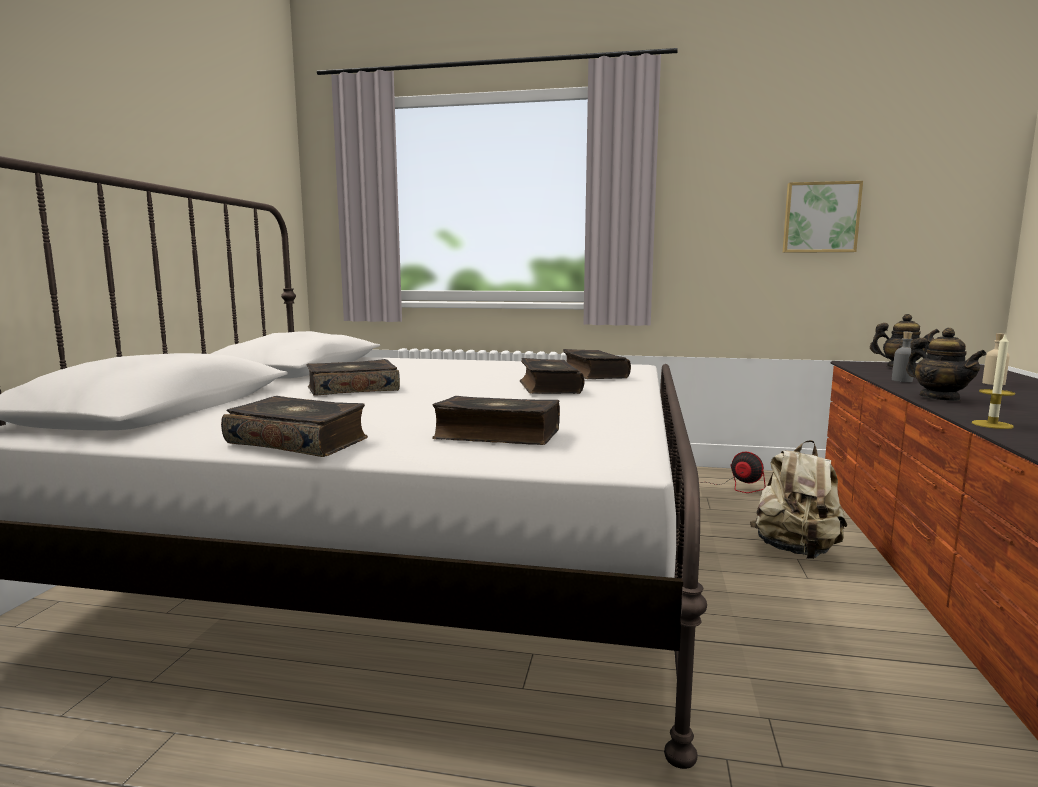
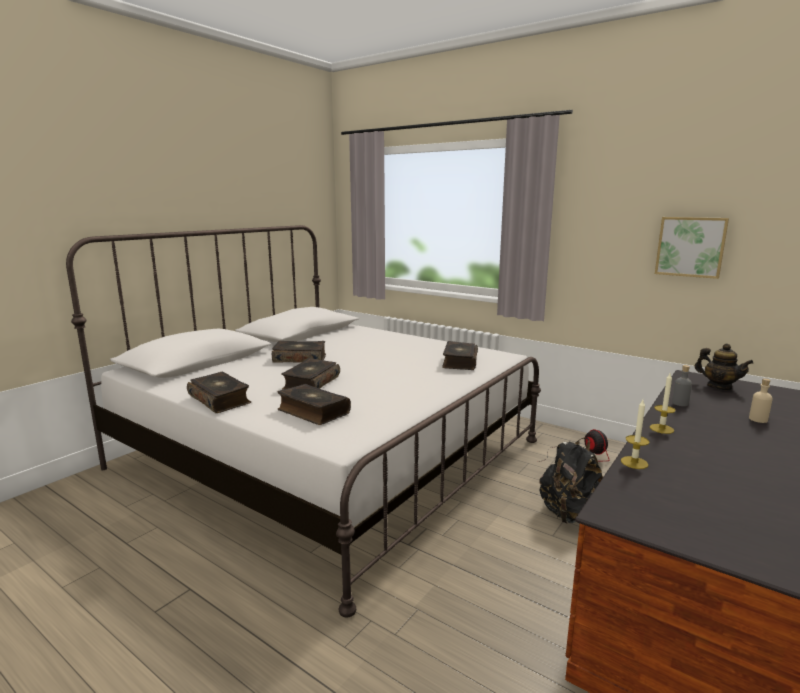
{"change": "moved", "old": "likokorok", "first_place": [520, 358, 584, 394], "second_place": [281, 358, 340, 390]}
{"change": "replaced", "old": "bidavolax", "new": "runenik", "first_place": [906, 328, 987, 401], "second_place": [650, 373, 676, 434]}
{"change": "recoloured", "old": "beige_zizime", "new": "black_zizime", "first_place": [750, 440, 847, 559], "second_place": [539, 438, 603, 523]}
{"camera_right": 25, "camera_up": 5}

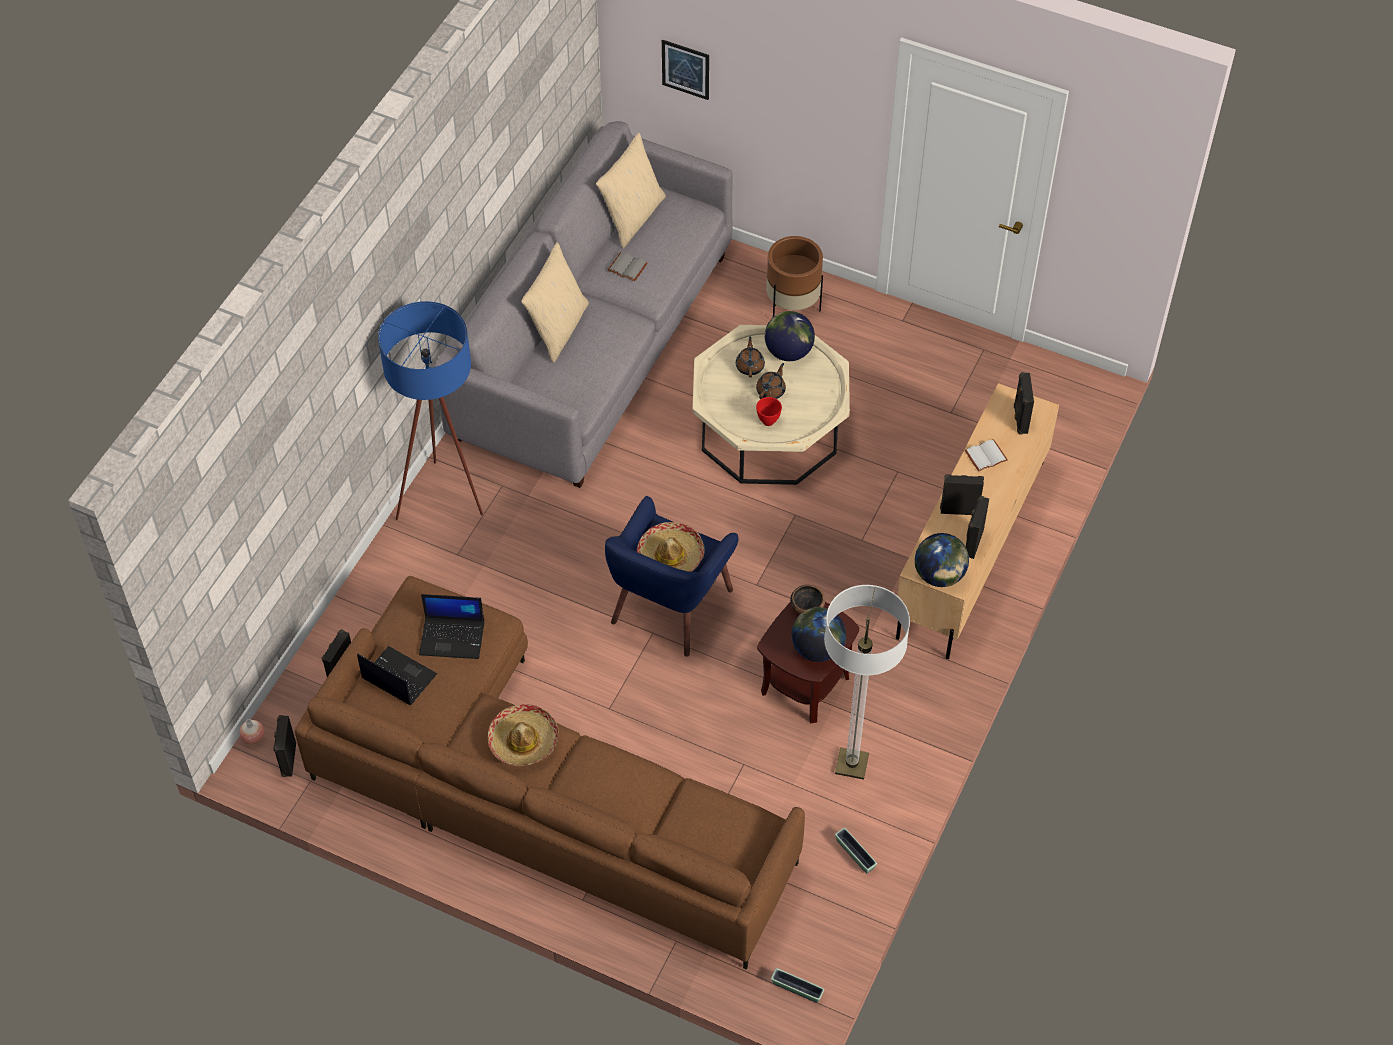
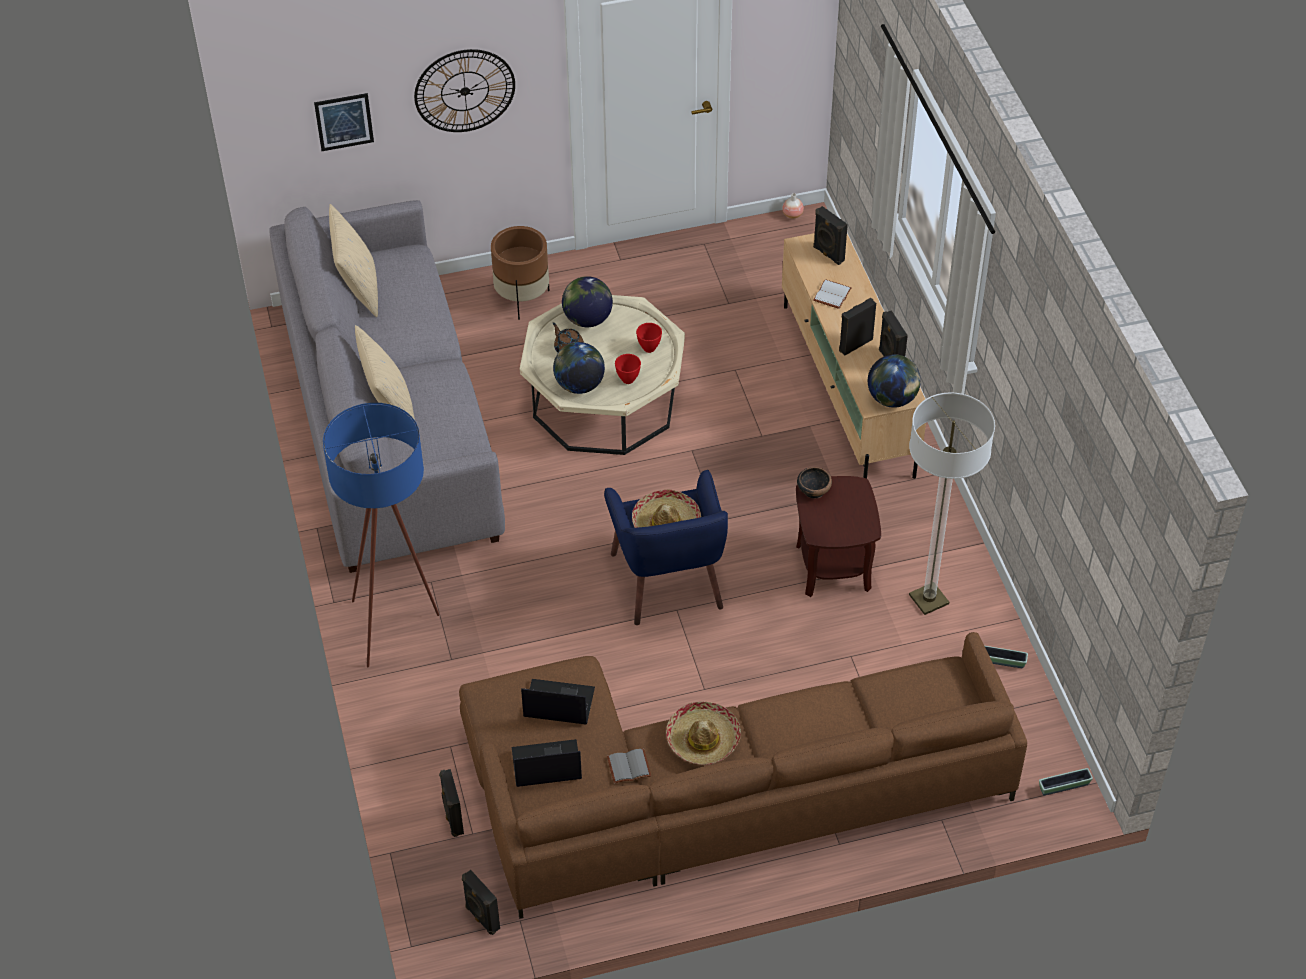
{"change": "removed", "old": "brown_bidavolax", "first_place": [756, 363, 786, 399]}
{"change": "added", "new": "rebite", "second_place": [414, 49, 515, 132]}
{"change": "added", "new": "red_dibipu", "second_place": [636, 323, 662, 353]}
{"change": "moved", "old": "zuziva", "first_place": [240, 719, 265, 744], "second_place": [782, 193, 804, 219]}
{"change": "moved", "old": "grey_likokorok", "first_place": [608, 252, 648, 281], "second_place": [607, 749, 651, 784]}
{"change": "moved", "old": "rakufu", "first_place": [792, 607, 846, 662], "second_place": [553, 342, 605, 394]}
{"change": "turned", "old": "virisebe", "first_place": [419, 594, 485, 659], "second_place": [521, 679, 595, 724], "degrees": -135}
{"camera_right": -40, "camera_up": -5}

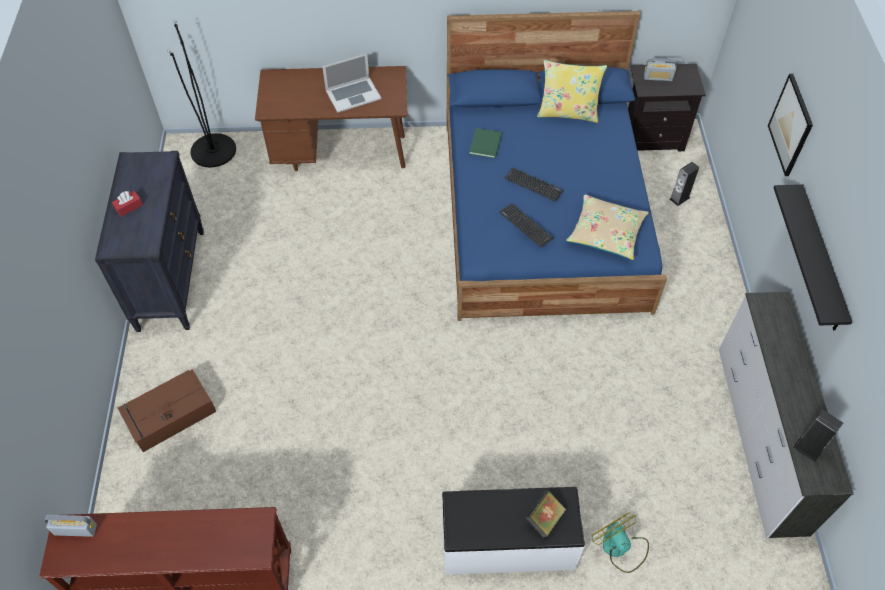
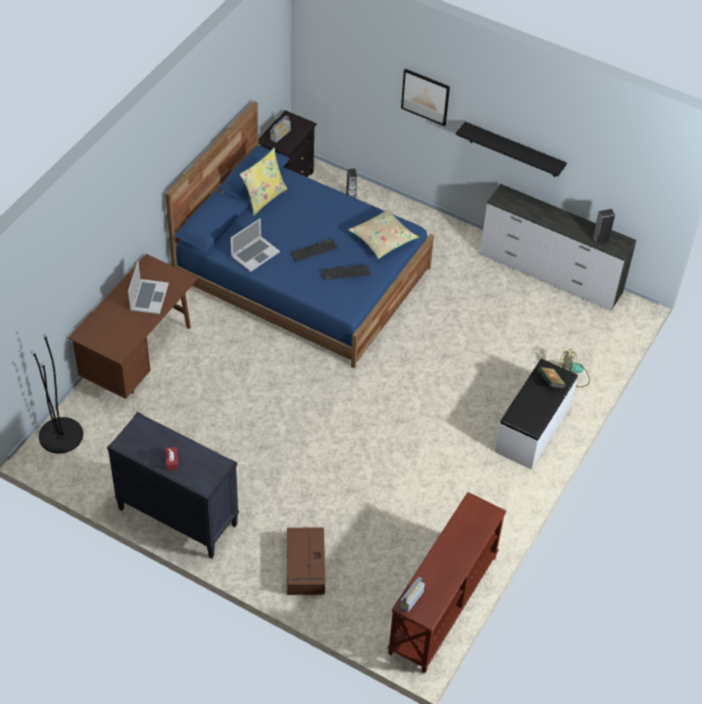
{"change": "replaced", "old": "green_likokorok", "new": "virisebe", "first_place": [469, 128, 502, 158], "second_place": [230, 218, 280, 272]}
{"camera_right": -60, "camera_up": -5}

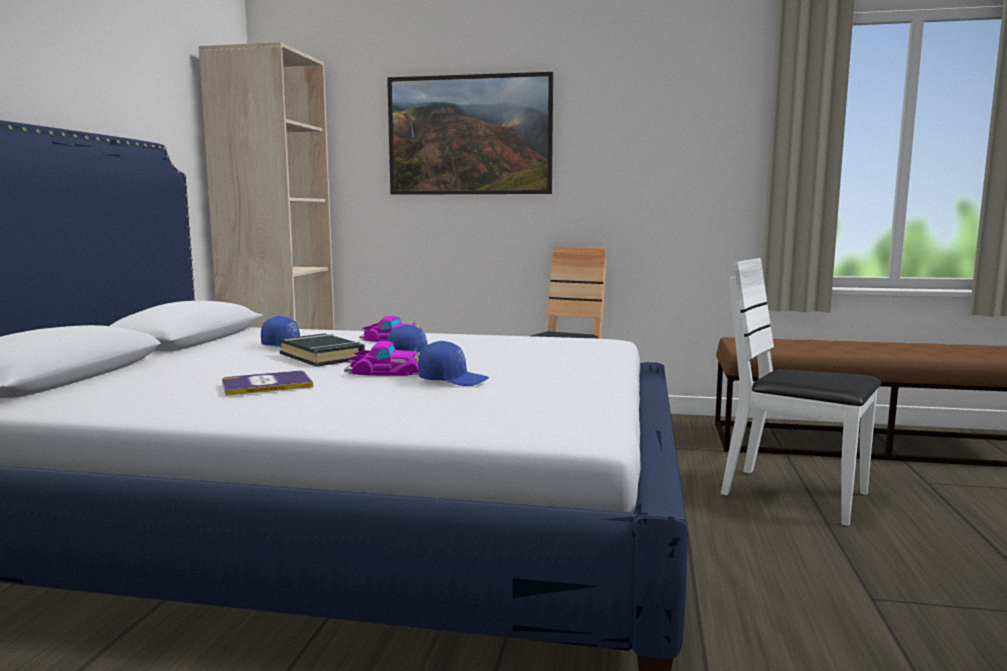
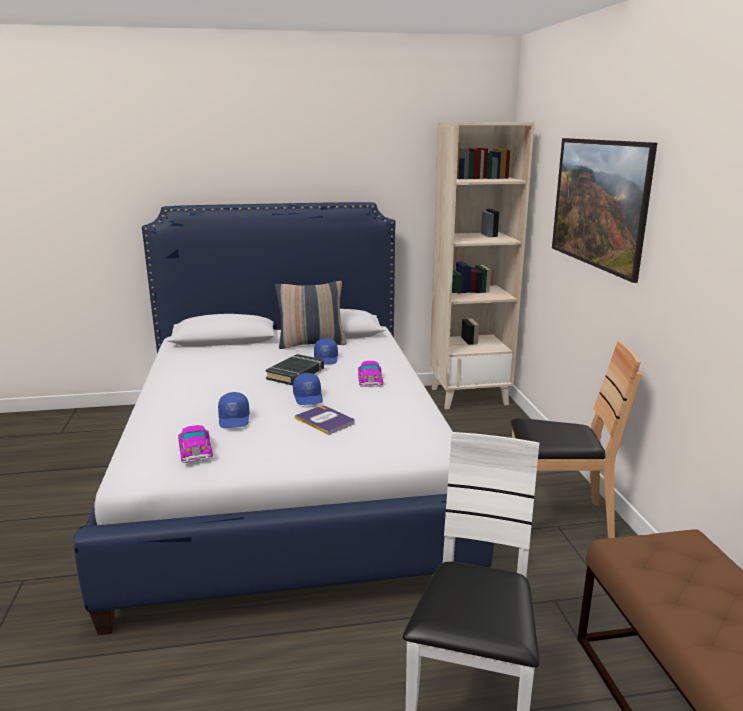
{"change": "added", "new": "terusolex", "second_place": [275, 281, 346, 349]}
{"change": "moved", "old": "likokorok", "first_place": [222, 371, 313, 396], "second_place": [295, 406, 355, 435]}
{"change": "moved", "old": "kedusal", "first_place": [344, 341, 420, 376], "second_place": [178, 425, 213, 463]}
{"camera_right": 70, "camera_up": 10}

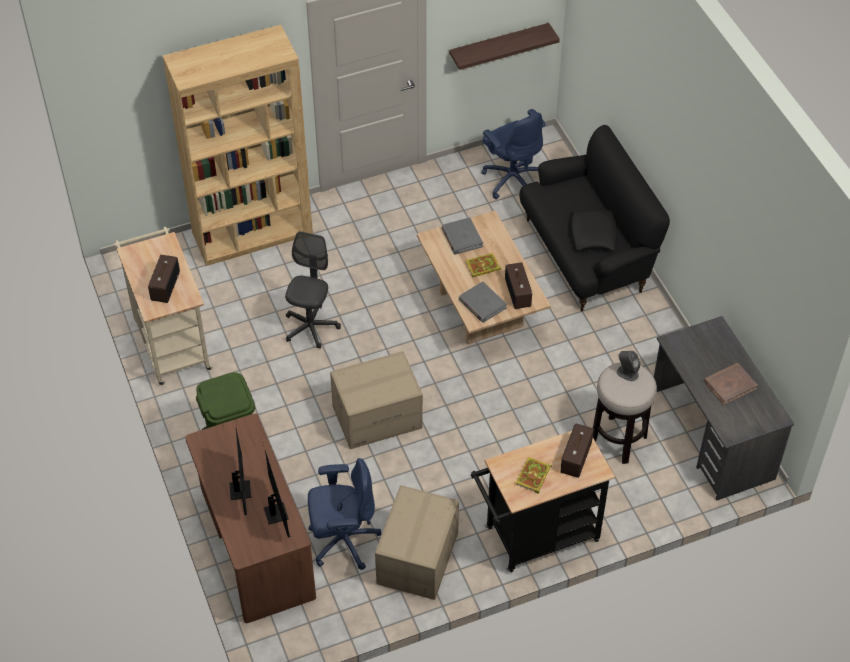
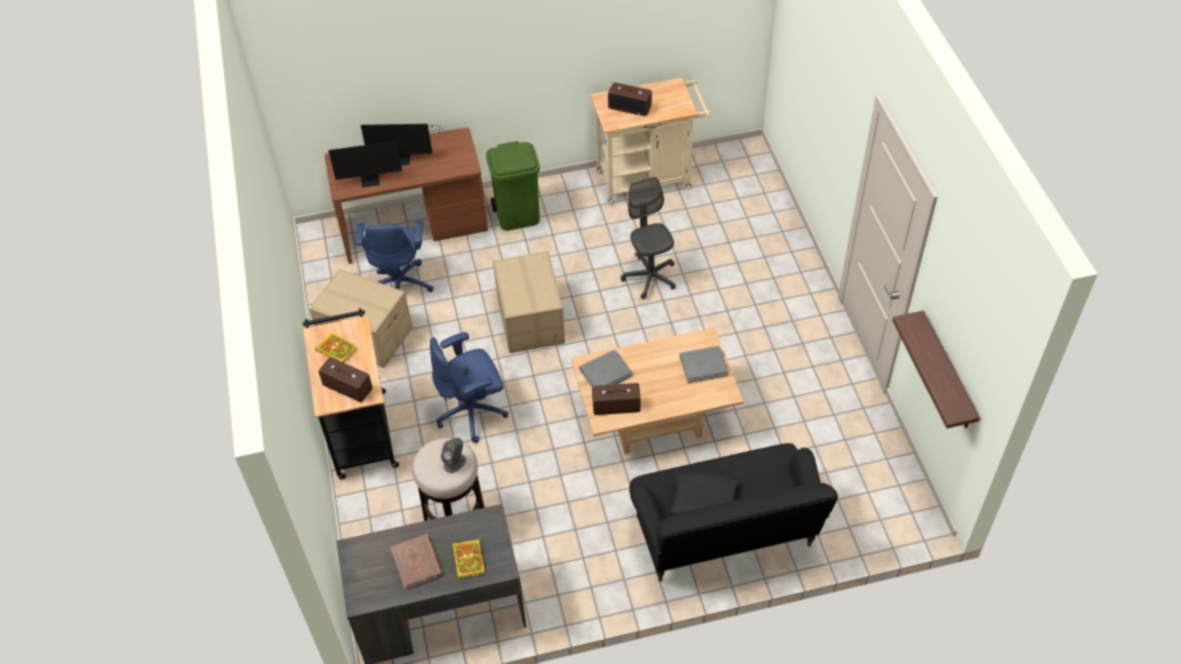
{"change": "removed", "old": "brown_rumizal", "first_place": [163, 25, 313, 266]}
{"change": "moved", "old": "likokorok", "first_place": [465, 253, 501, 278], "second_place": [452, 539, 485, 579]}
{"change": "moved", "old": "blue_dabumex", "first_place": [481, 109, 546, 199], "second_place": [430, 332, 508, 443]}
{"change": "turned", "old": "grey_dabumex", "first_place": [285, 231, 341, 349], "second_place": [621, 177, 676, 299], "degrees": -135}
{"camera_right": 100, "camera_up": 0}

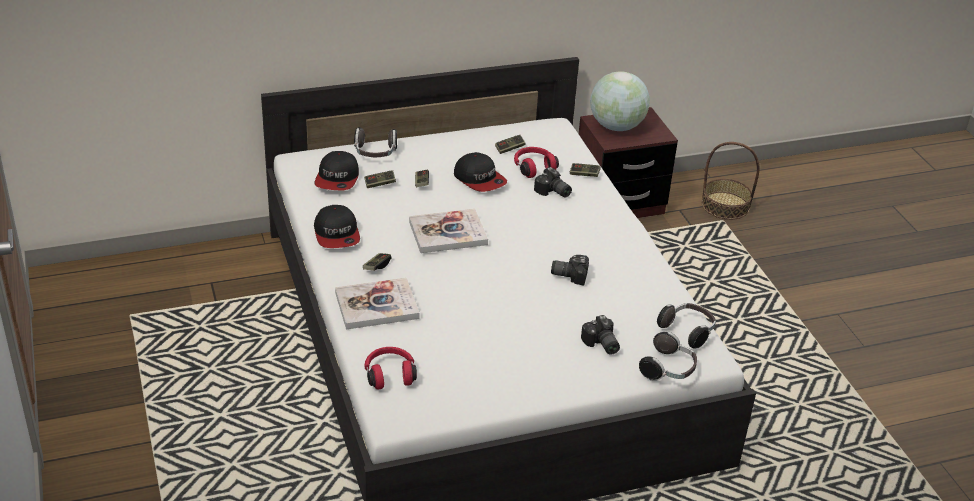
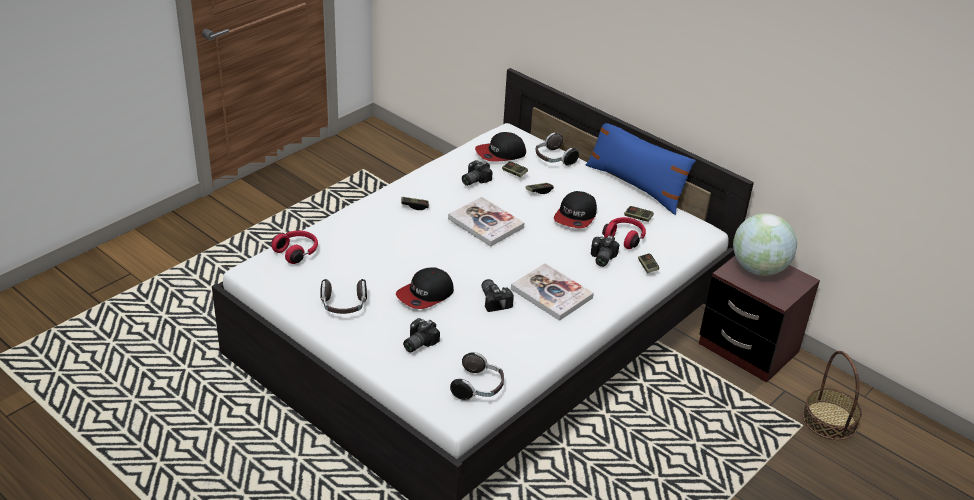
{"change": "added", "new": "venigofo", "second_place": [462, 160, 493, 186]}
{"change": "added", "new": "blue_terusolex", "second_place": [586, 123, 696, 215]}
{"change": "moved", "old": "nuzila", "first_place": [314, 205, 360, 248], "second_place": [396, 267, 454, 309]}
{"change": "moved", "old": "likokorok", "first_place": [335, 278, 420, 329], "second_place": [511, 263, 594, 321]}
{"change": "moved", "old": "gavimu", "first_place": [639, 332, 697, 381], "second_place": [320, 279, 367, 314]}
{"camera_right": 60, "camera_up": 0}

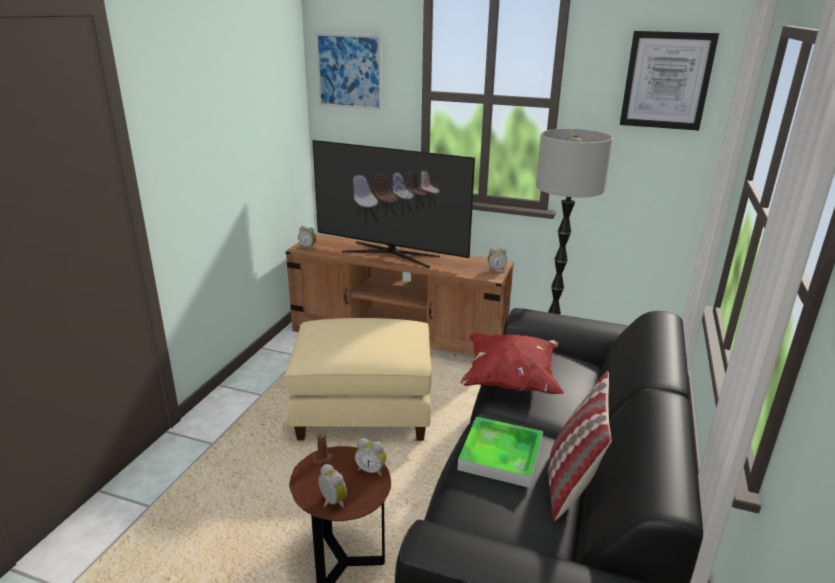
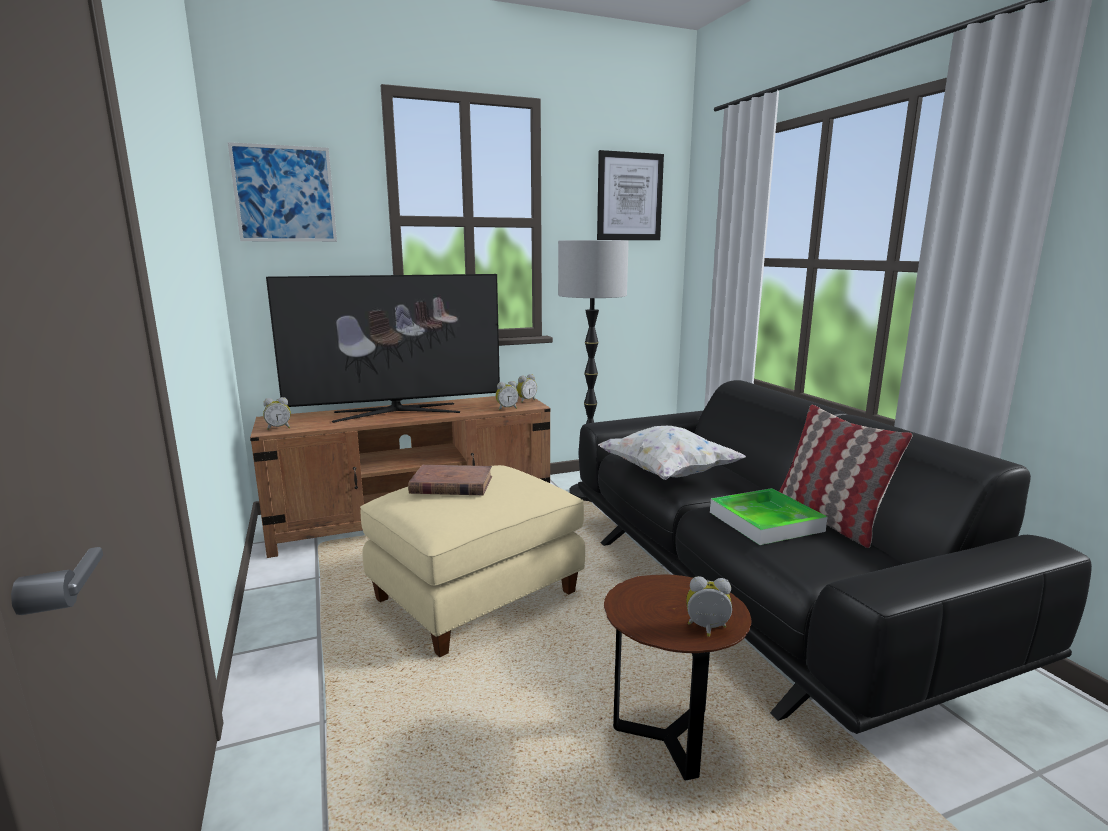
{"change": "removed", "old": "brown_runenik", "first_place": [312, 430, 335, 465]}
{"change": "added", "new": "brown_likokorok", "second_place": [408, 465, 492, 495]}
{"change": "moved", "old": "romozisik", "first_place": [355, 438, 386, 477], "second_place": [496, 381, 519, 410]}
{"change": "recoloured", "old": "red_terusolex", "new": "white_terusolex", "first_place": [460, 333, 564, 394], "second_place": [598, 426, 746, 480]}
{"camera_right": -40, "camera_up": -10}

